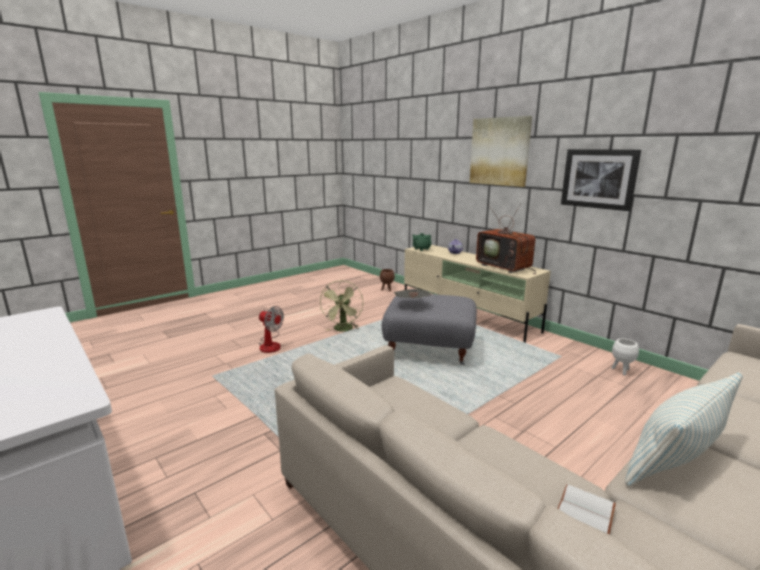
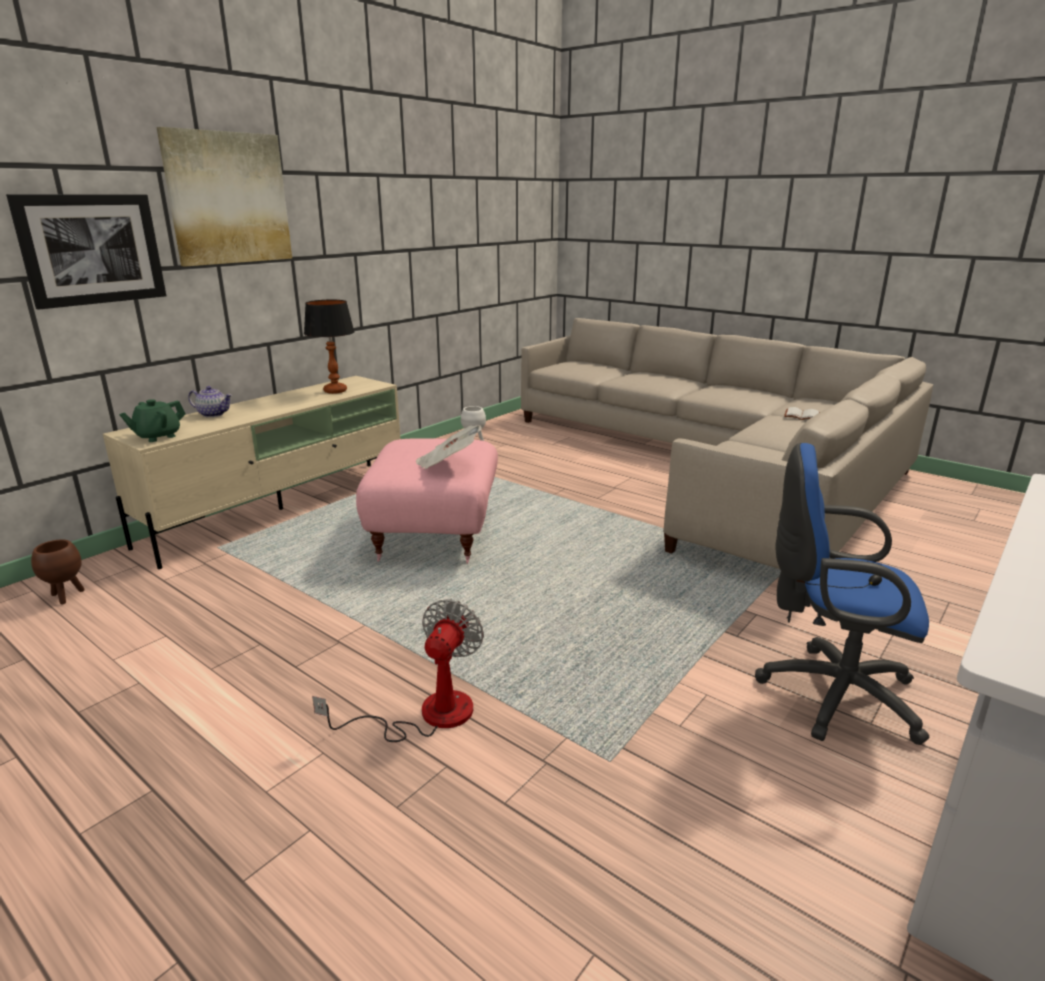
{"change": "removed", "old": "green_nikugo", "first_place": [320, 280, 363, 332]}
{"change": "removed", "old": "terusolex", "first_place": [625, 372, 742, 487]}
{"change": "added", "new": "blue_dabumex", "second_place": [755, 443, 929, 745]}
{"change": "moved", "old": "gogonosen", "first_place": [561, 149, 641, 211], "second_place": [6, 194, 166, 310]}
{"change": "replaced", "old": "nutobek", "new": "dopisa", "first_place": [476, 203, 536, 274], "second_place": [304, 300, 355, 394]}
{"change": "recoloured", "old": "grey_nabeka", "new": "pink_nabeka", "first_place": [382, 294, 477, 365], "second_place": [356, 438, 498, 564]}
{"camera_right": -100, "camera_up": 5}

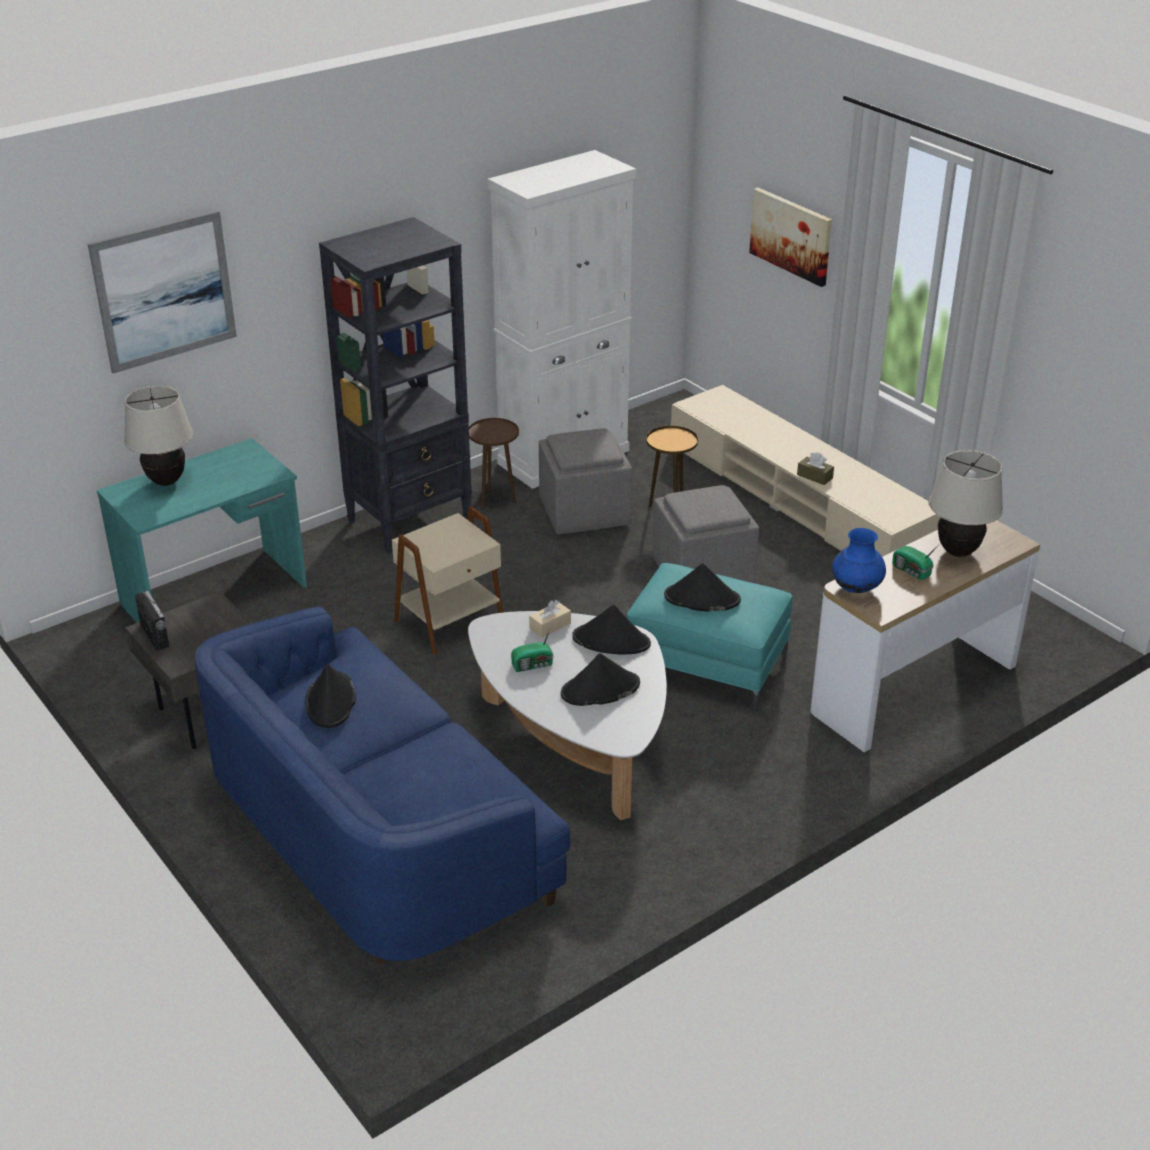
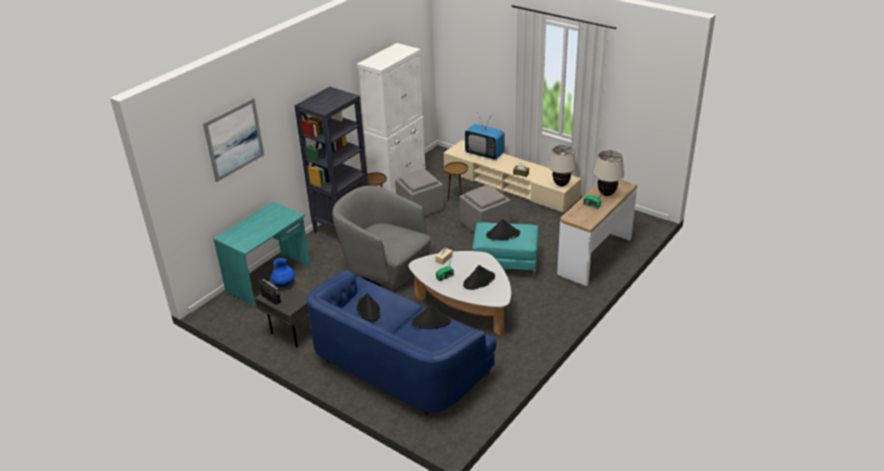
{"change": "removed", "old": "gogonosen", "first_place": [749, 188, 832, 287]}
{"change": "added", "new": "nutobek", "second_place": [465, 112, 505, 160]}
{"change": "moved", "old": "beige_dopisa", "first_place": [124, 386, 194, 486], "second_place": [548, 145, 577, 186]}
{"change": "moved", "old": "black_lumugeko", "first_place": [572, 605, 651, 655], "second_place": [411, 305, 451, 329]}
{"change": "moved", "old": "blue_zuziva", "first_place": [832, 528, 886, 593], "second_place": [271, 258, 295, 287]}
{"change": "replaced", "old": "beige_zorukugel", "new": "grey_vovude", "first_place": [392, 506, 503, 655], "second_place": [332, 185, 431, 289]}
{"camera_right": -15, "camera_up": 0}

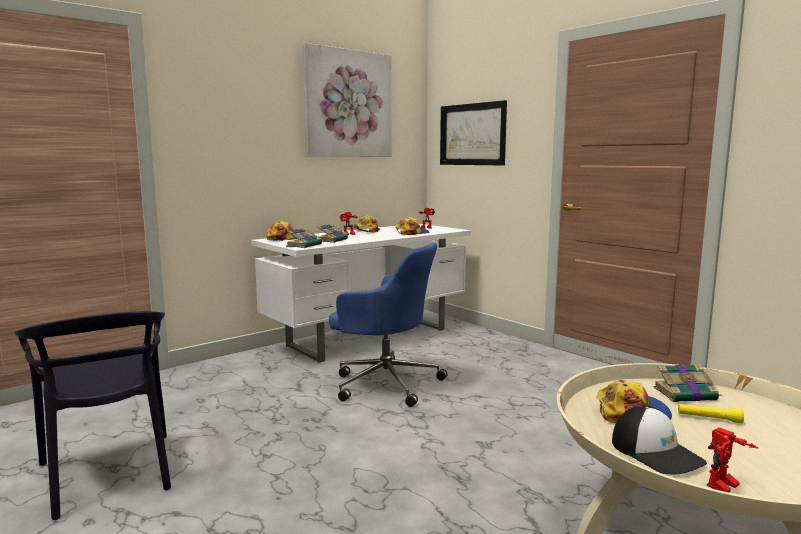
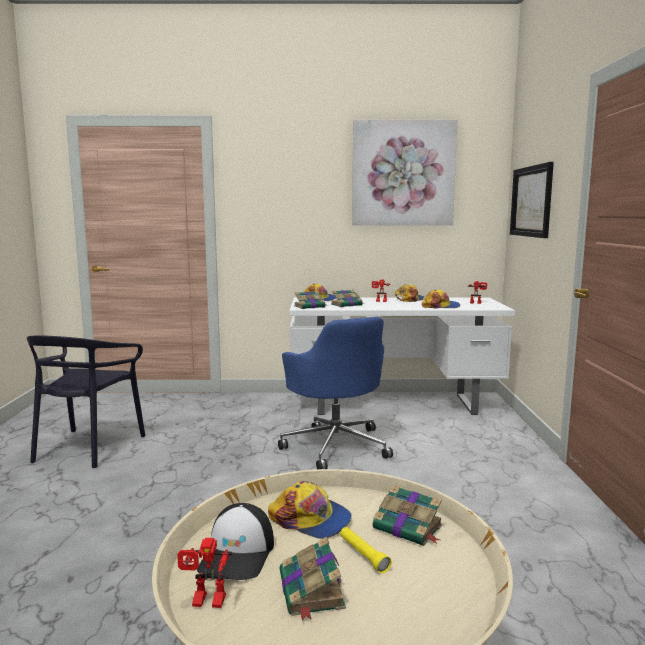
{"change": "added", "new": "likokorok", "second_place": [280, 537, 346, 621]}
{"camera_right": 40, "camera_up": 0}

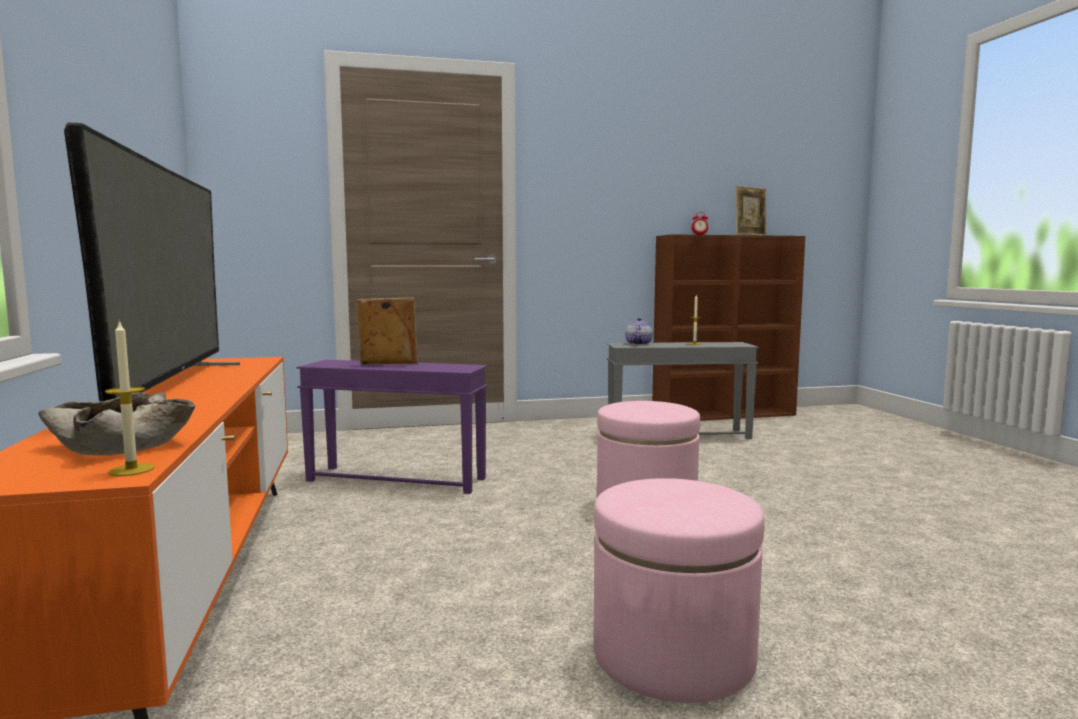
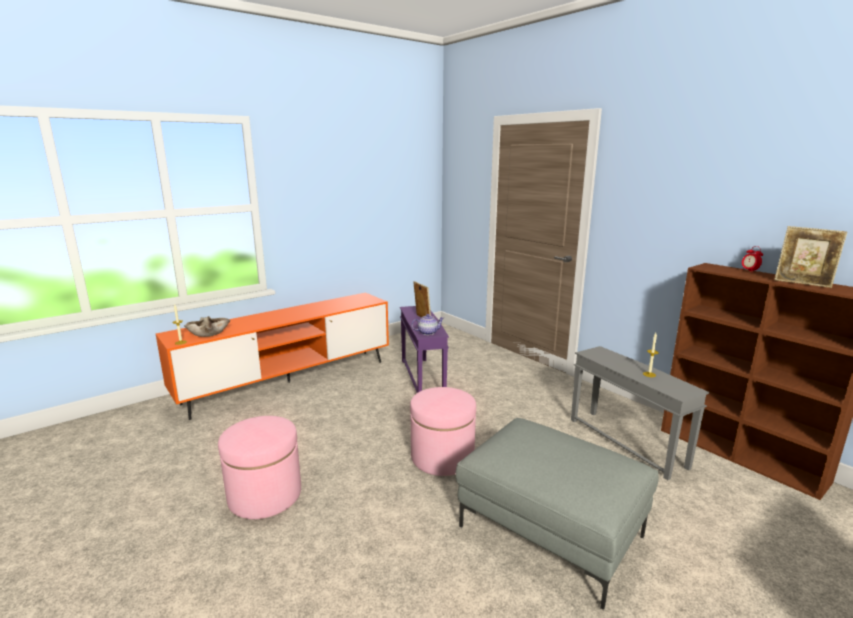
{"change": "removed", "old": "nutobek", "first_place": [64, 122, 240, 401]}
{"change": "added", "new": "grey_nabeka", "second_place": [455, 418, 659, 610]}
{"change": "moved", "old": "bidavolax", "first_place": [625, 318, 653, 345], "second_place": [411, 314, 444, 335]}
{"camera_right": 65, "camera_up": 10}

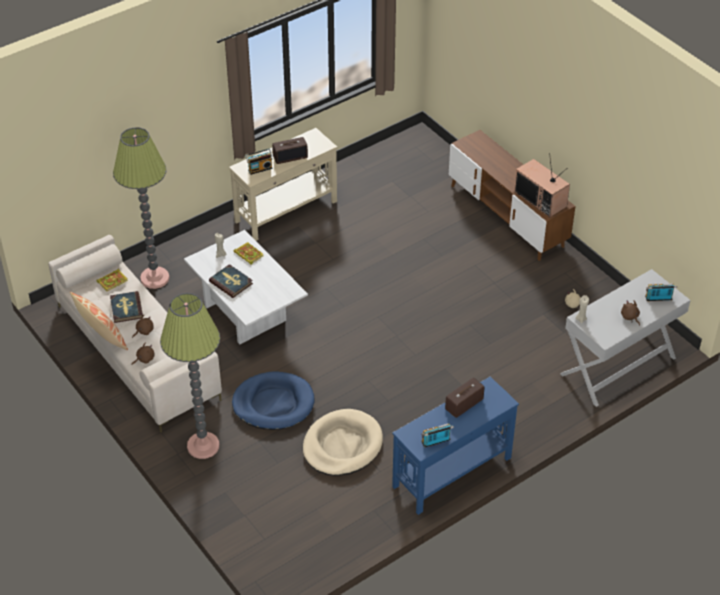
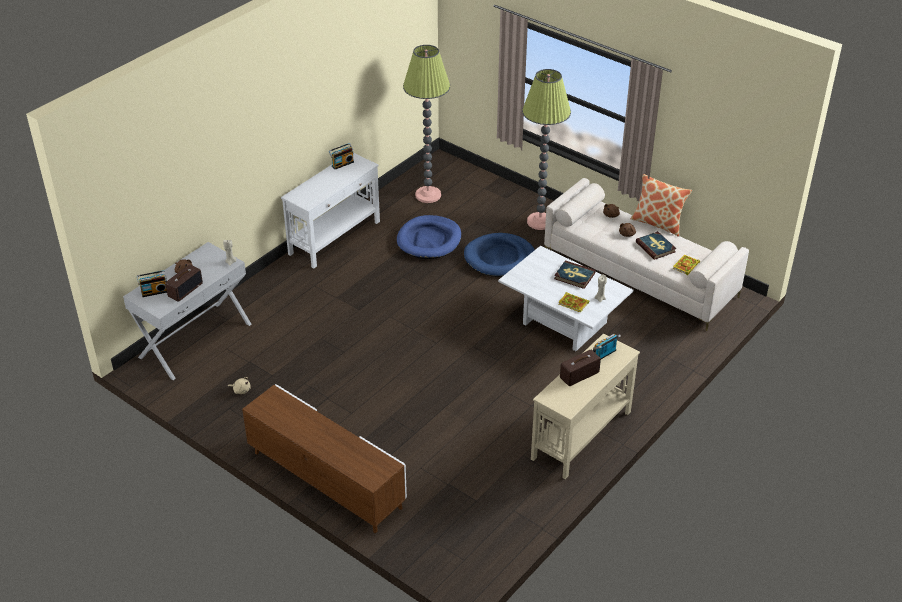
{"change": "removed", "old": "nutobek", "first_place": [514, 153, 570, 217]}
{"change": "moved", "old": "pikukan", "first_place": [113, 127, 170, 289], "second_place": [403, 45, 450, 203]}
{"change": "moved", "old": "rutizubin", "first_place": [445, 378, 485, 418], "second_place": [165, 264, 203, 302]}
{"change": "recoloured", "old": "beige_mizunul", "new": "blue_mizunul", "first_place": [303, 409, 383, 476], "second_place": [397, 215, 461, 259]}
{"change": "recoloured", "old": "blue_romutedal", "new": "white_romutedal", "first_place": [392, 377, 519, 515], "second_place": [281, 153, 380, 269]}
{"camera_right": 165, "camera_up": -5}

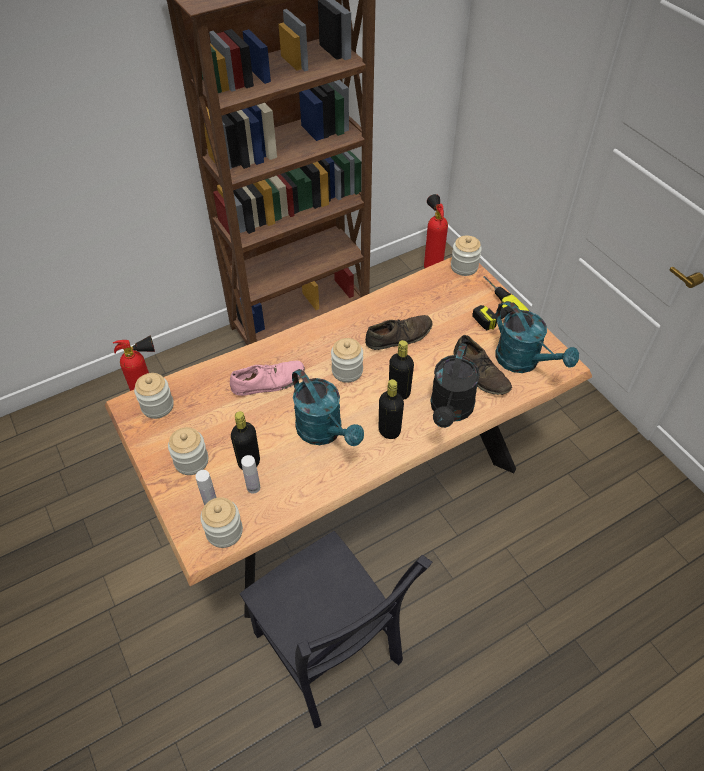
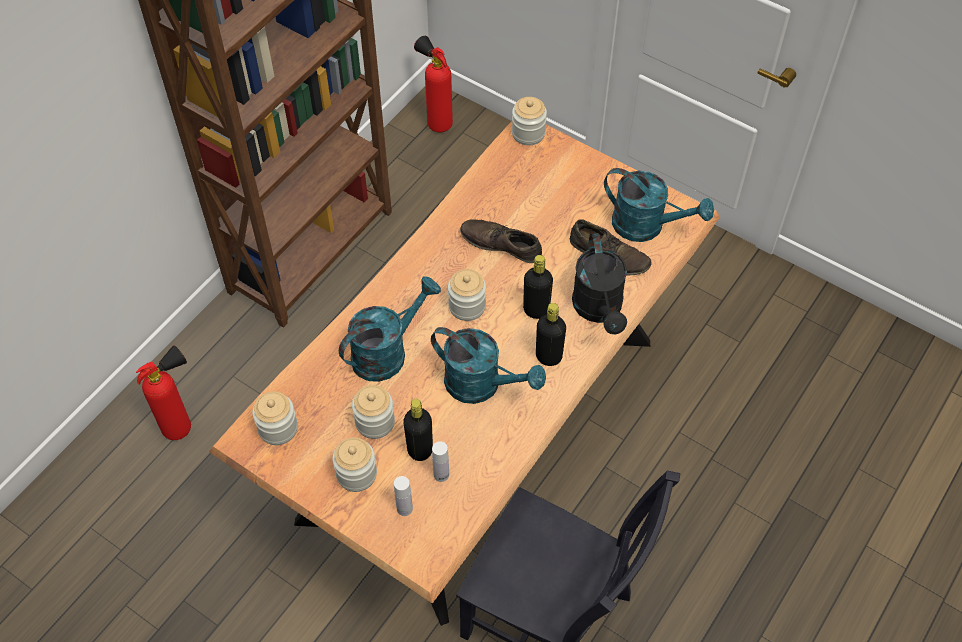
{"change": "removed", "old": "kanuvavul", "first_place": [472, 276, 529, 330]}
{"change": "moved", "old": "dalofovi", "first_place": [200, 497, 243, 548], "second_place": [352, 385, 395, 439]}
{"change": "replaced", "old": "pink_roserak", "new": "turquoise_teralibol", "first_place": [230, 361, 305, 396], "second_place": [339, 276, 441, 382]}
{"change": "turned", "old": "brown_roserak", "first_place": [365, 315, 432, 350], "second_place": [460, 219, 542, 263], "degrees": -105}
{"camera_right": -25, "camera_up": 5}

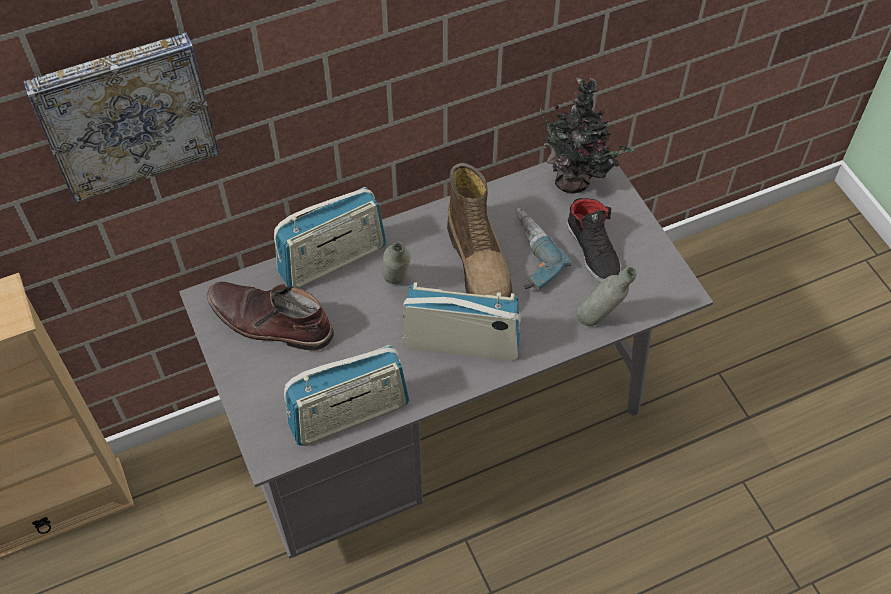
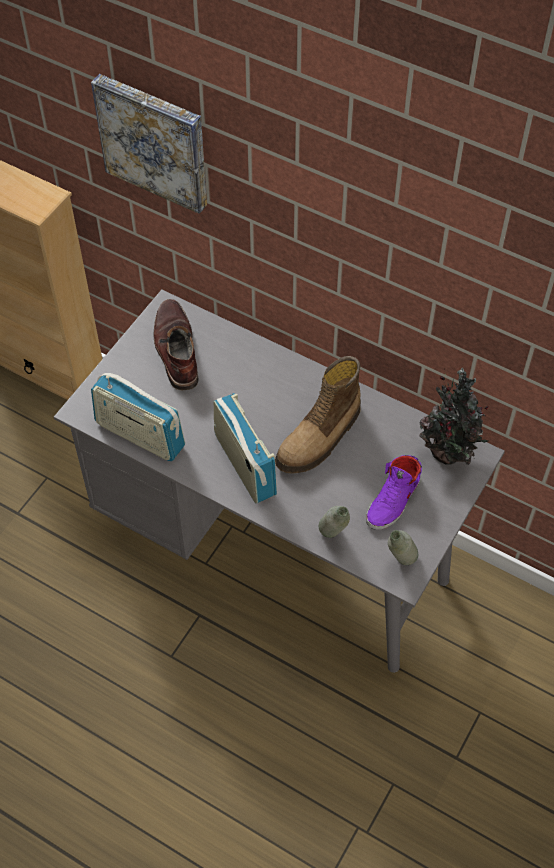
{"change": "removed", "old": "rutizubin", "first_place": [274, 187, 386, 288]}
{"change": "removed", "old": "kanuvavul", "first_place": [515, 208, 571, 291]}
{"change": "moved", "old": "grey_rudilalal", "first_place": [382, 241, 410, 285], "second_place": [388, 530, 418, 565]}
{"change": "recoloured", "old": "black_roserak", "new": "purple_roserak", "first_place": [567, 198, 621, 283], "second_place": [366, 455, 422, 530]}
{"camera_right": 55, "camera_up": 0}

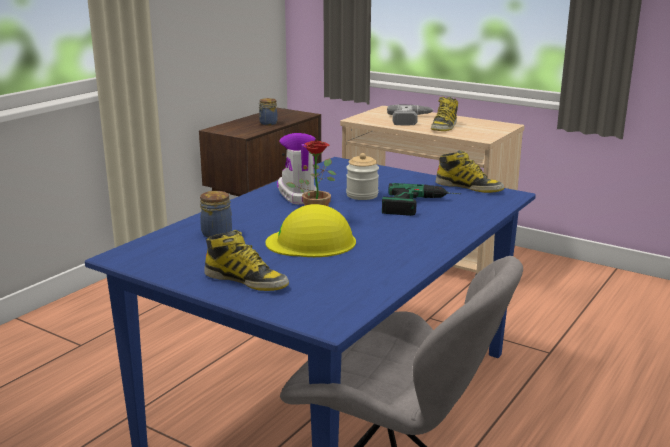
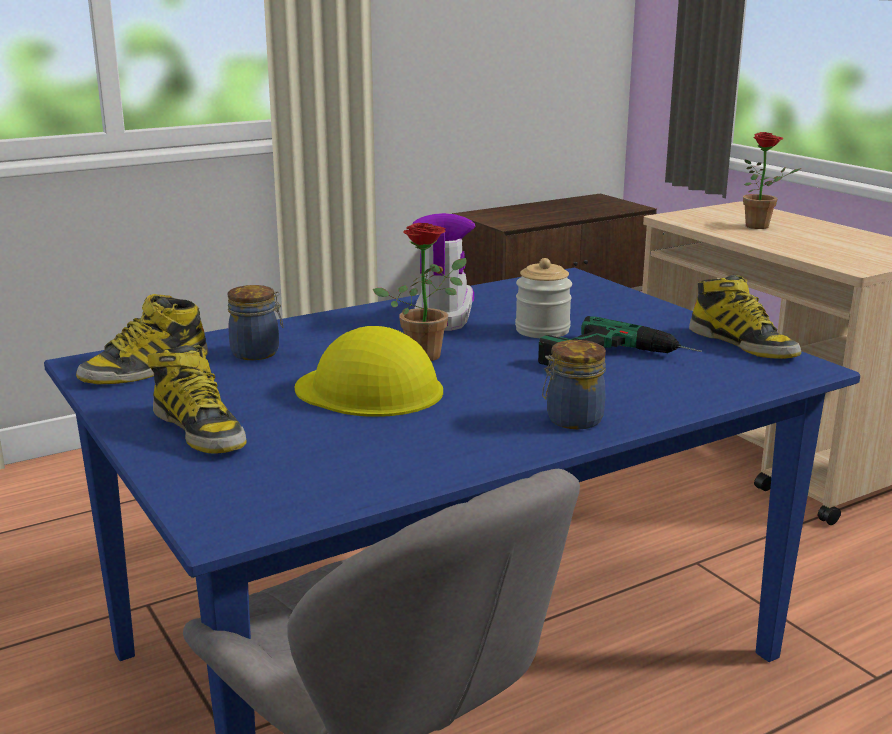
{"change": "moved", "old": "dalofovi", "first_place": [259, 98, 278, 125], "second_place": [542, 340, 606, 429]}
{"change": "moved", "old": "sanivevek", "first_place": [431, 97, 458, 131], "second_place": [76, 294, 208, 384]}
{"change": "replaced", "old": "kanuvavul", "new": "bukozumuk", "first_place": [387, 105, 434, 125], "second_place": [743, 132, 802, 229]}
{"camera_right": 25, "camera_up": 0}

